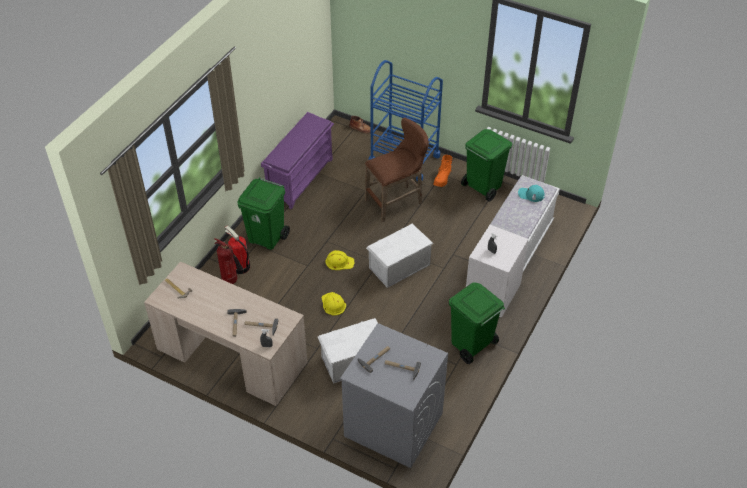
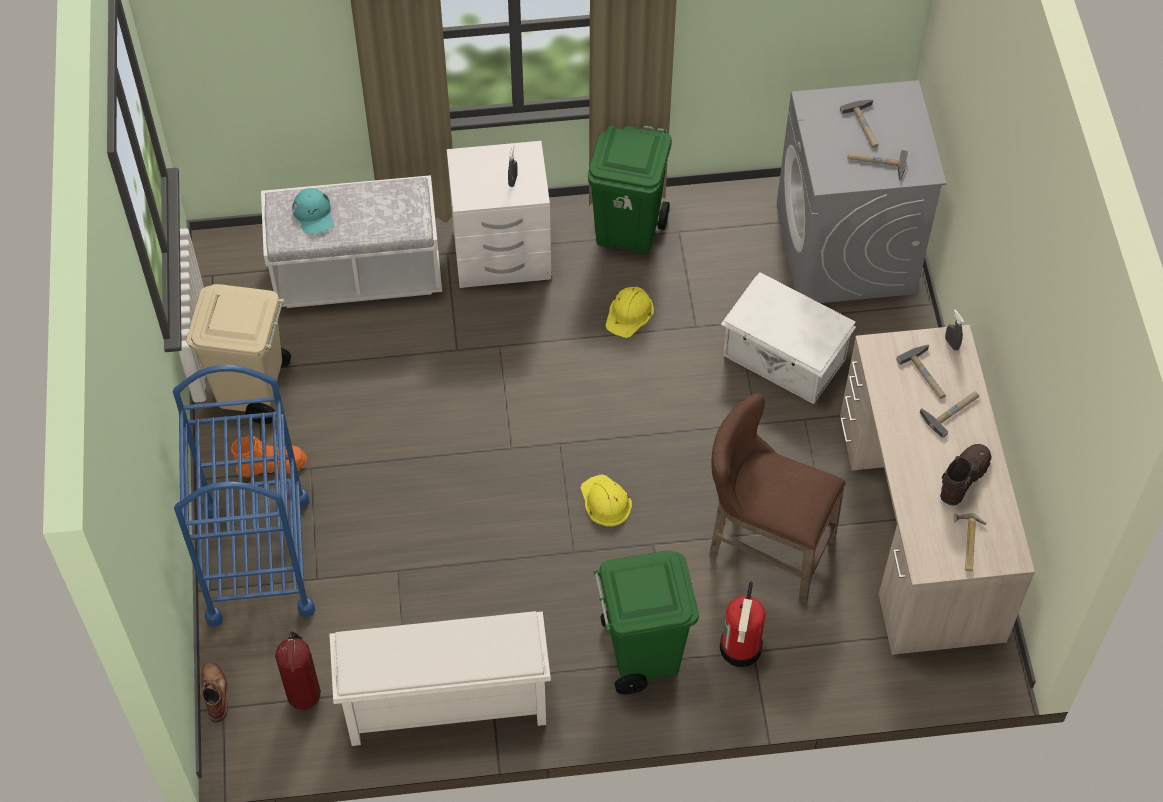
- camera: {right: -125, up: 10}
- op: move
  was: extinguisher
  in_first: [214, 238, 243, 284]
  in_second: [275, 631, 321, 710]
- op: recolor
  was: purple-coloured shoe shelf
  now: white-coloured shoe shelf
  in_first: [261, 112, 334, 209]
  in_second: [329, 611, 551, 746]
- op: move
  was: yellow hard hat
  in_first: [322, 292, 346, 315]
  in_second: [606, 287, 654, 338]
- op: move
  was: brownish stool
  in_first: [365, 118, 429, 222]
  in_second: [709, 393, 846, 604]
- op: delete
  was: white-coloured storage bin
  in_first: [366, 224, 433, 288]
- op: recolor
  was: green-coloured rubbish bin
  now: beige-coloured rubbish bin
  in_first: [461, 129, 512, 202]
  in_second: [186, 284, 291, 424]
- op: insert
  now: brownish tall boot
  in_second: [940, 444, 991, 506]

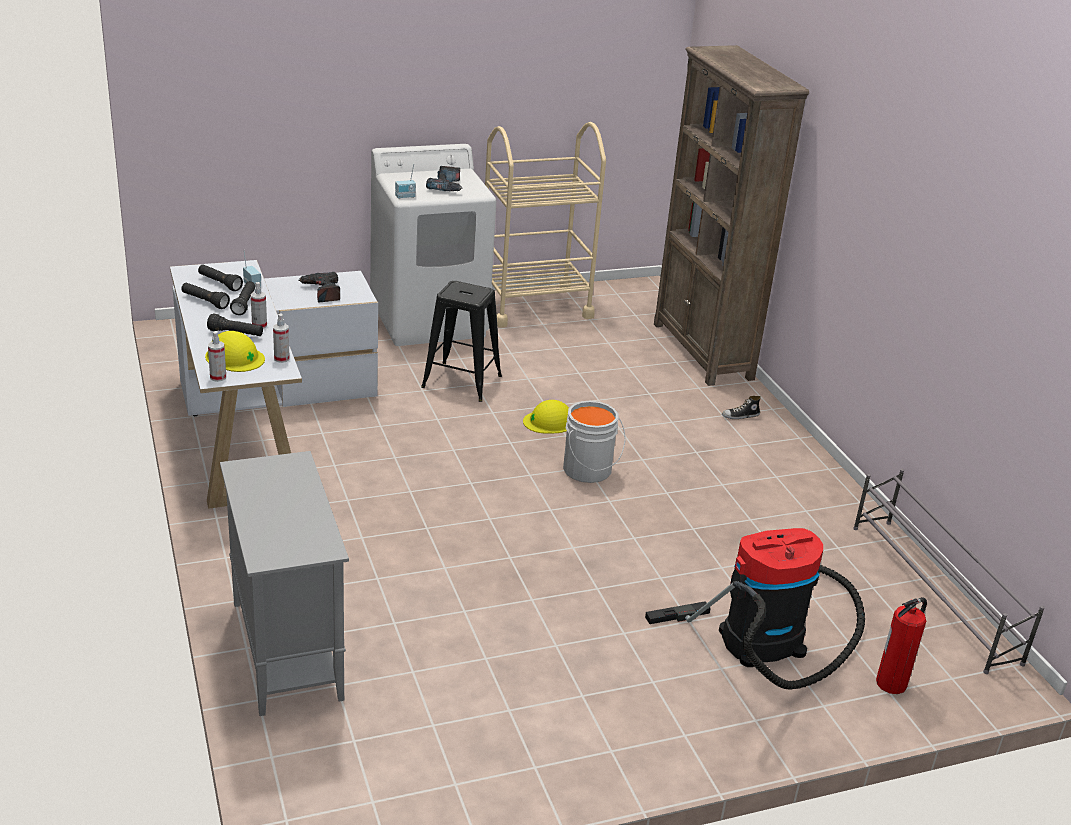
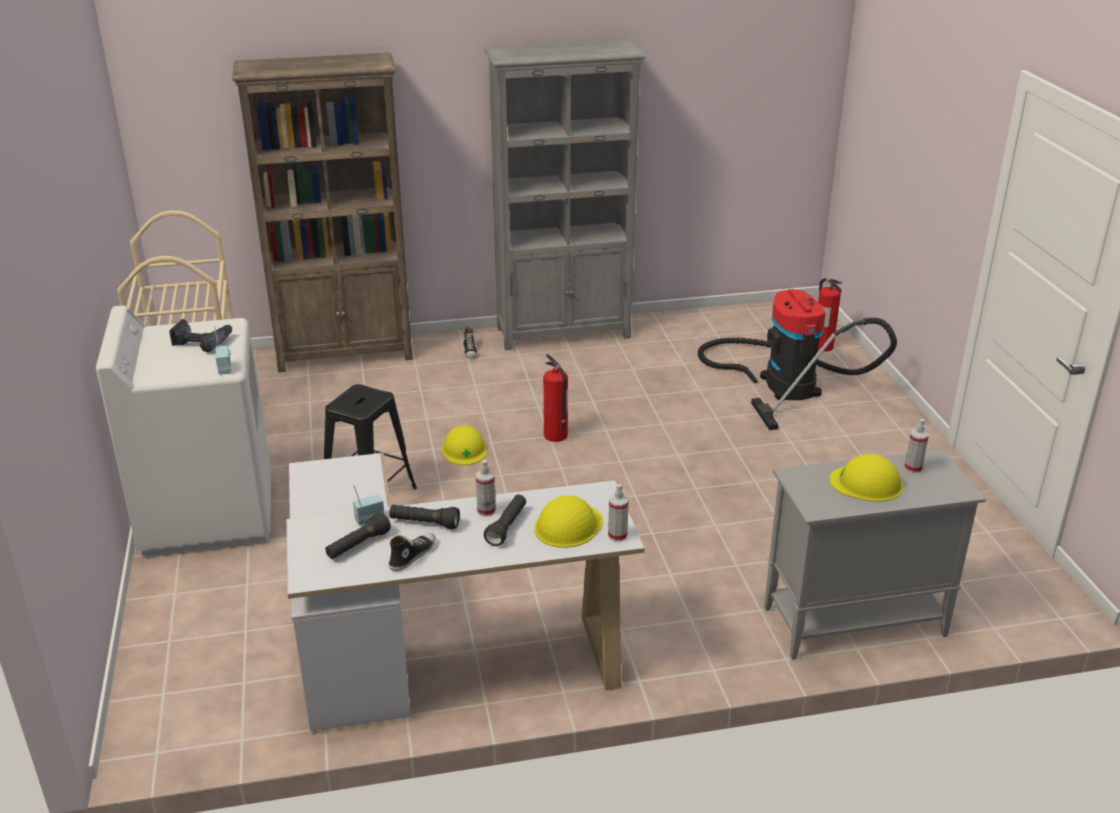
- camera: {right: -80, up: 0}
- op: replace
  was: black-coloured hand torch
  now: item of footwear
  in_first: [181, 283, 230, 309]
  in_second: [389, 533, 436, 571]
- op: move
  was: spray bottle
  in_first: [273, 313, 290, 363]
  in_second: [904, 419, 929, 473]
- op: delete
  was: electric drill
  in_first: [299, 272, 340, 303]
- op: replace
  was: greyish pail
  now: extinguisher
  in_first: [563, 401, 626, 483]
  in_second: [543, 354, 568, 442]
- op: delete
  was: greyish shoe shelf
  in_first: [853, 469, 1045, 674]
- op: insert
  now: greyish bookcase
  in_second: [484, 40, 646, 350]
- op: insert
  now: yellow hard hat
  in_second: [829, 454, 903, 502]

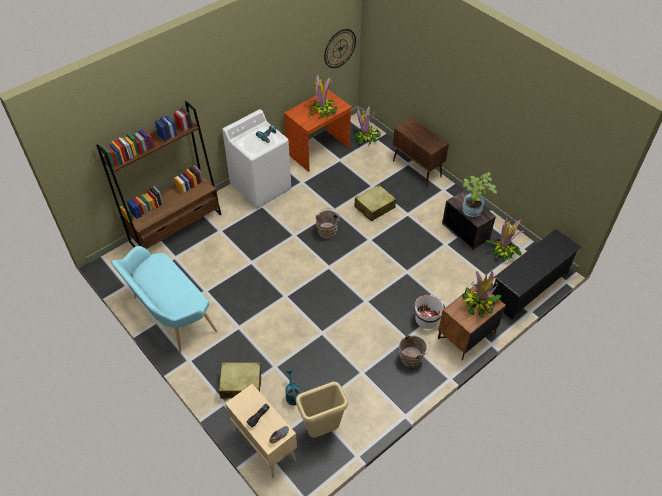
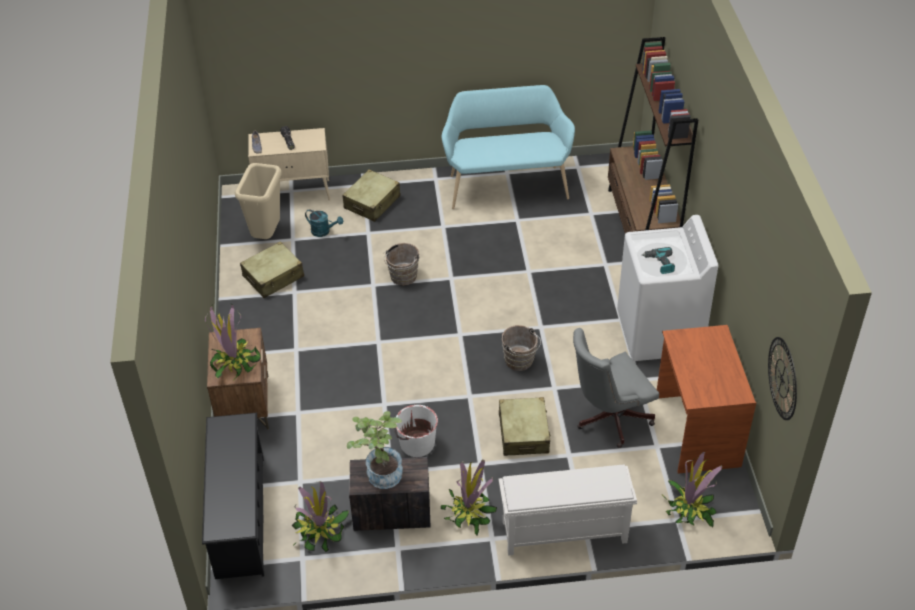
- camera: {right: 125, up: -5}
- op: move
  was: houseplant
  in_first: [309, 73, 337, 118]
  in_second: [441, 459, 497, 535]
- op: replace
  was: brownish cabinet
  now: white-coloured shoe shelf
  in_first: [393, 118, 449, 187]
  in_second: [499, 465, 637, 556]
- op: move
  was: brownish pail
  in_first: [399, 334, 430, 368]
  in_second: [384, 243, 420, 286]
- op: move
  was: white-coloured pail
  in_first: [414, 295, 445, 329]
  in_second: [394, 405, 438, 457]
- op: insert
  now: beige-coloured piece of luggage
  in_second: [240, 241, 304, 298]
- op: insert
  now: greyish desk chair
  in_second: [573, 328, 659, 448]

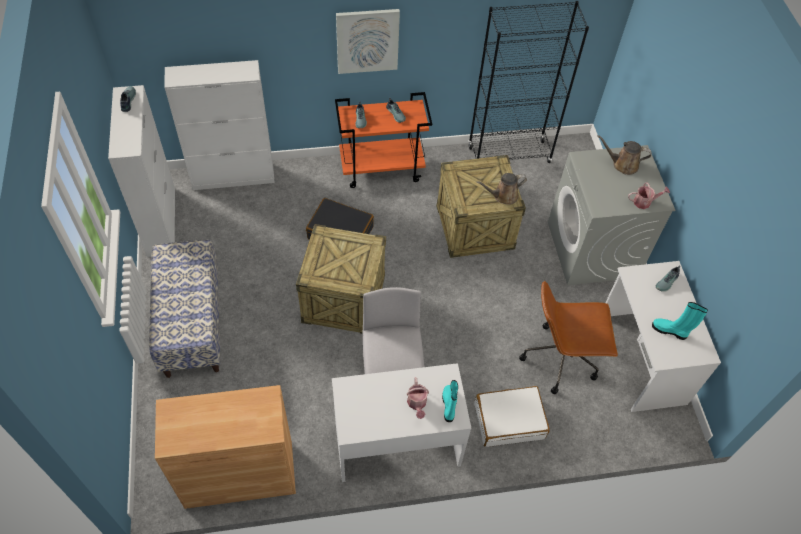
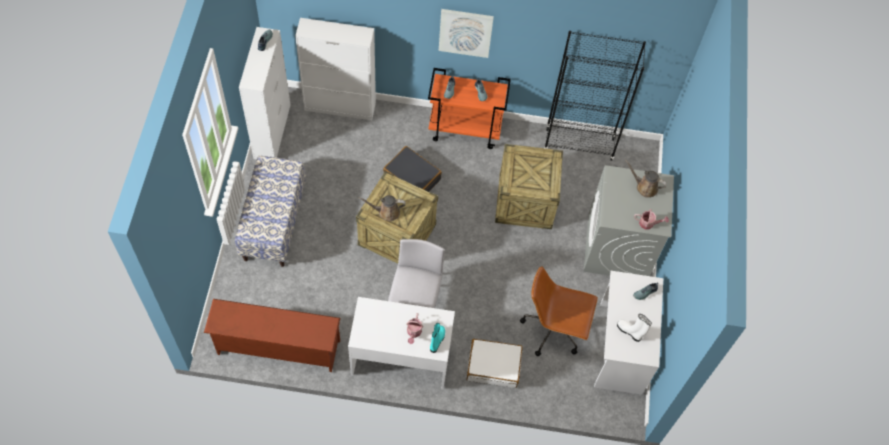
- camera: {right: 15, up: 5}
- op: replace
  was: brownish cabinet
  now: brownish shoe shelf
  in_first: [155, 385, 296, 509]
  in_second: [204, 299, 340, 372]
- op: move
  was: brownish watering can
  in_first: [477, 173, 527, 205]
  in_second: [358, 195, 406, 221]
- op: recolor
  was: turquoise tall boot
  now: white-coloured tall boot
  in_first: [652, 302, 708, 340]
  in_second: [617, 314, 652, 342]

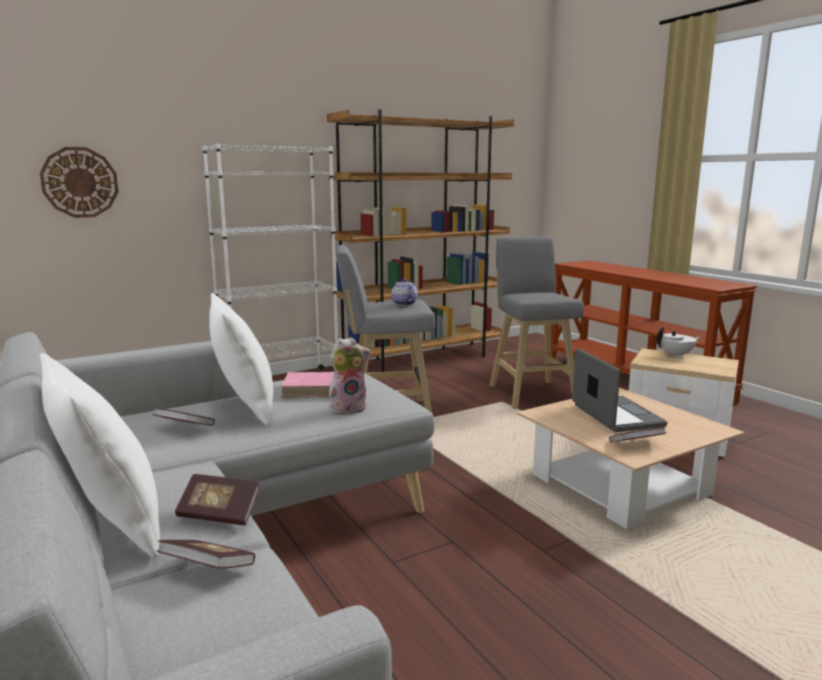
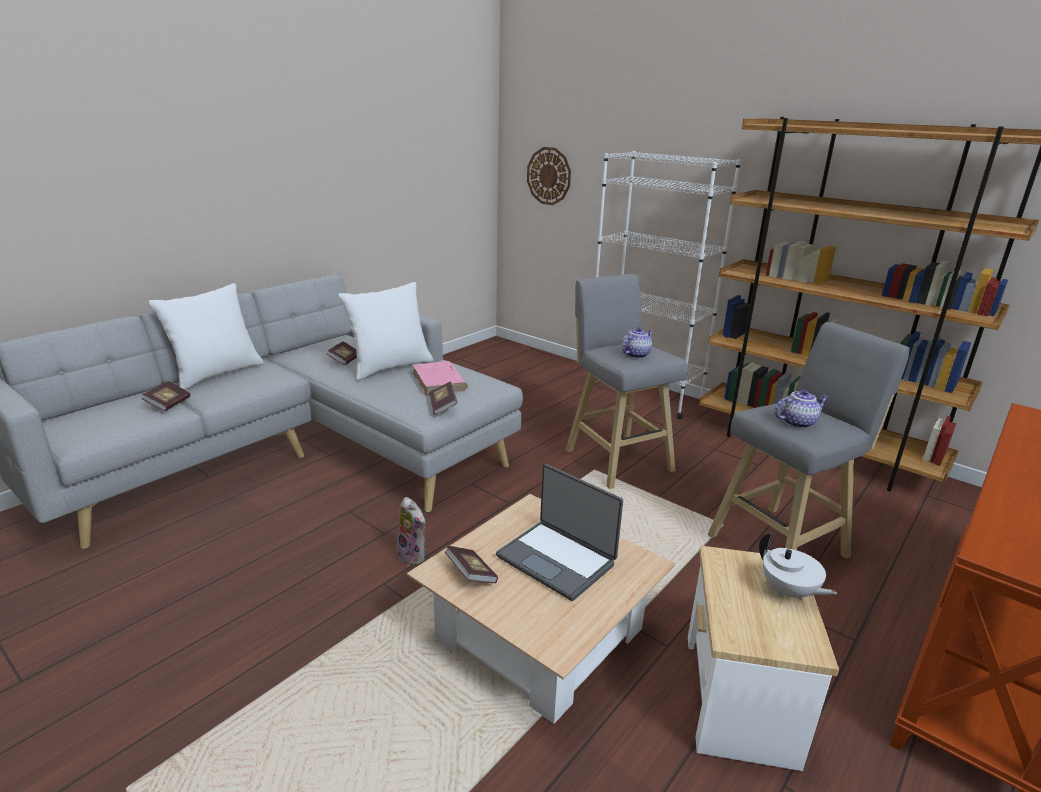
- camera: {right: 70, up: 10}
- op: move
  was: bound book
  in_first: [175, 474, 260, 525]
  in_second: [429, 381, 457, 415]
- op: move
  was: plush toy
  in_first: [329, 337, 371, 415]
  in_second: [397, 497, 426, 566]
- op: rotate
  was: portable computer
  in_first: [572, 348, 668, 432]
  in_second: [496, 464, 623, 601]
  clockwise: 75
- op: insert
  now: teapot
  in_second: [774, 390, 829, 428]

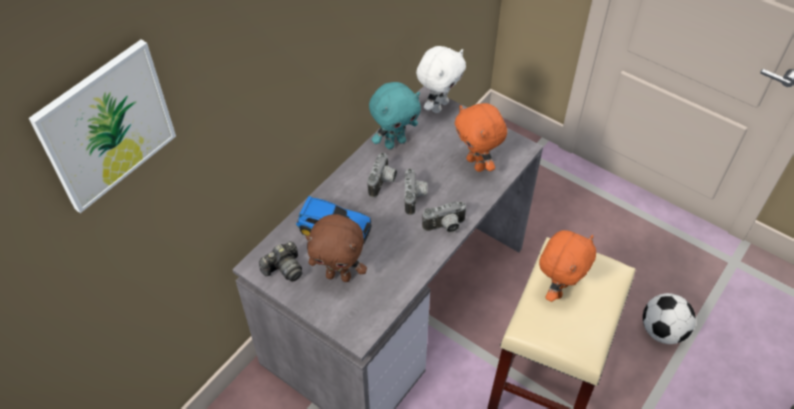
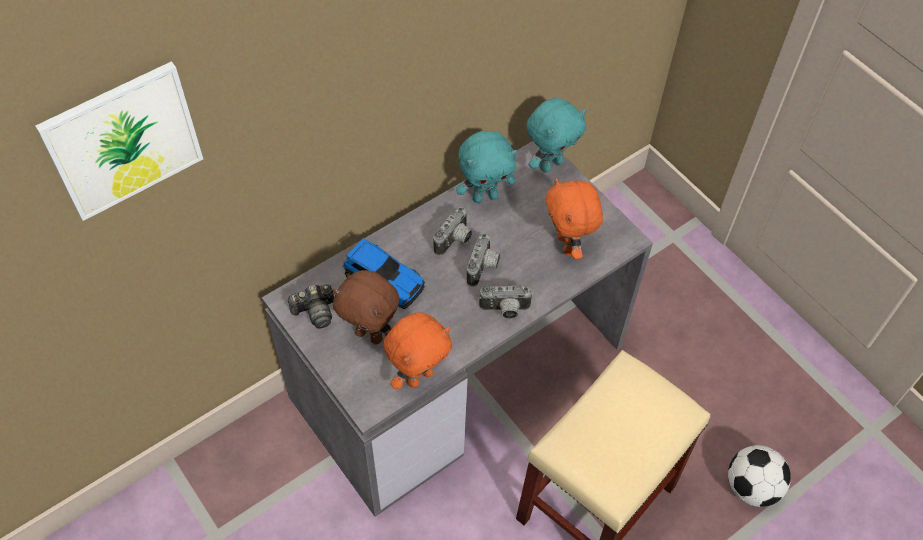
- camera: {right: 15, up: 5}
- op: recolor
  was: white-coloured plush toy
  now: turquoise plush toy
  in_first: [416, 46, 466, 113]
  in_second: [527, 98, 586, 173]
- op: move
  was: orange-coloured plush toy
  in_first: [539, 230, 596, 302]
  in_second: [384, 312, 452, 389]

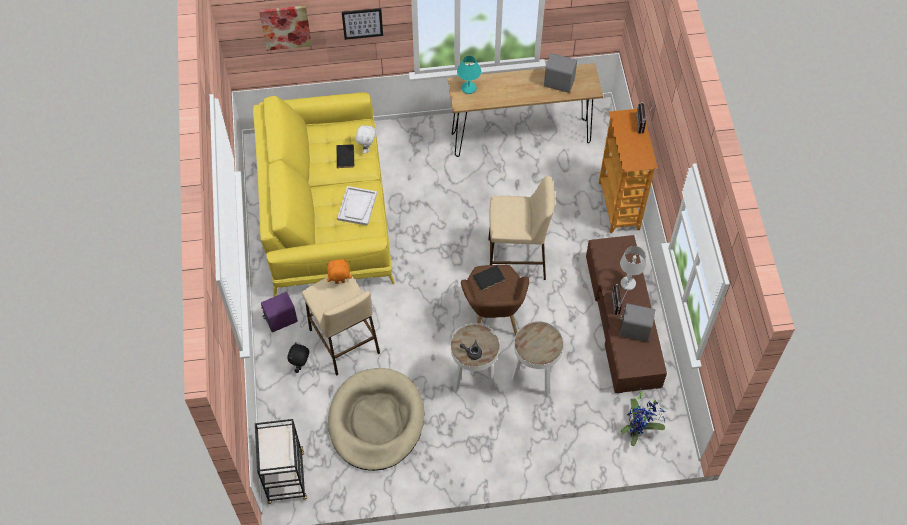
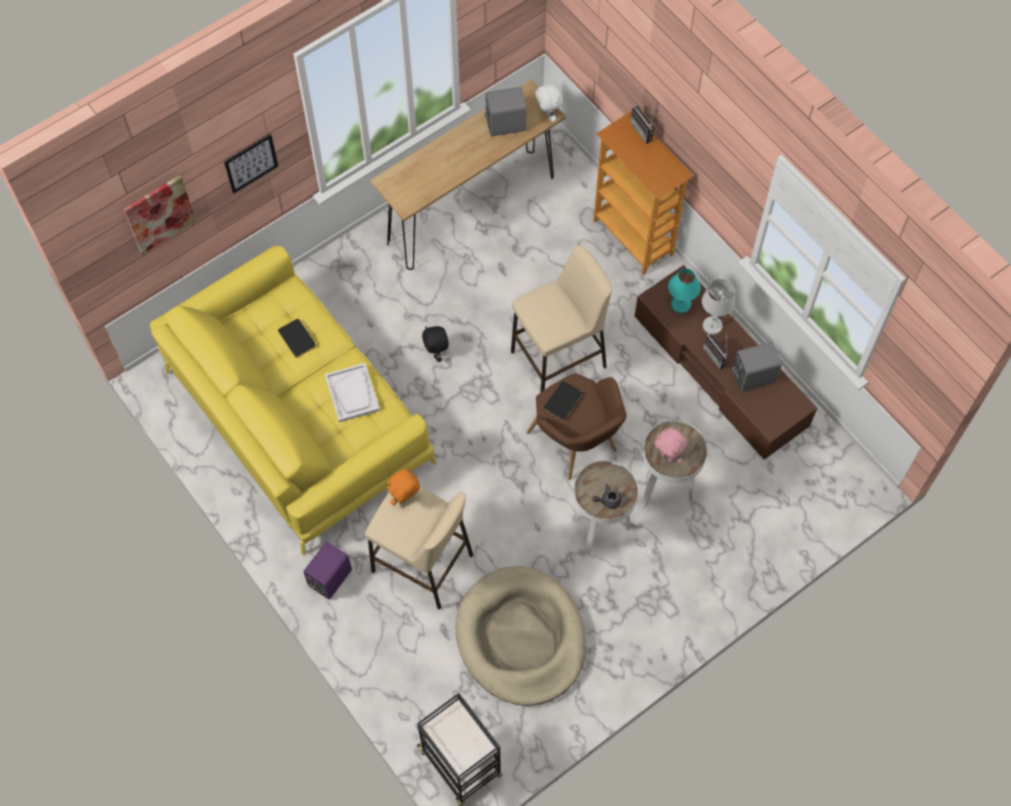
- camera: {right: -30, up: 5}
- op: move
  was: black-coloured plush toy
  in_first: [288, 342, 309, 373]
  in_second: [422, 326, 449, 362]
- op: move
  was: white-coloured plush toy
  in_first: [356, 124, 376, 154]
  in_second: [535, 80, 563, 122]
- op: move
  was: turquoise lamp for a table
  in_first: [457, 56, 481, 94]
  in_second: [668, 269, 701, 313]
- op: delete
  was: houseplant
  in_first: [621, 391, 665, 446]
- op: insert
  now: pink plush toy
  in_second: [655, 428, 687, 464]

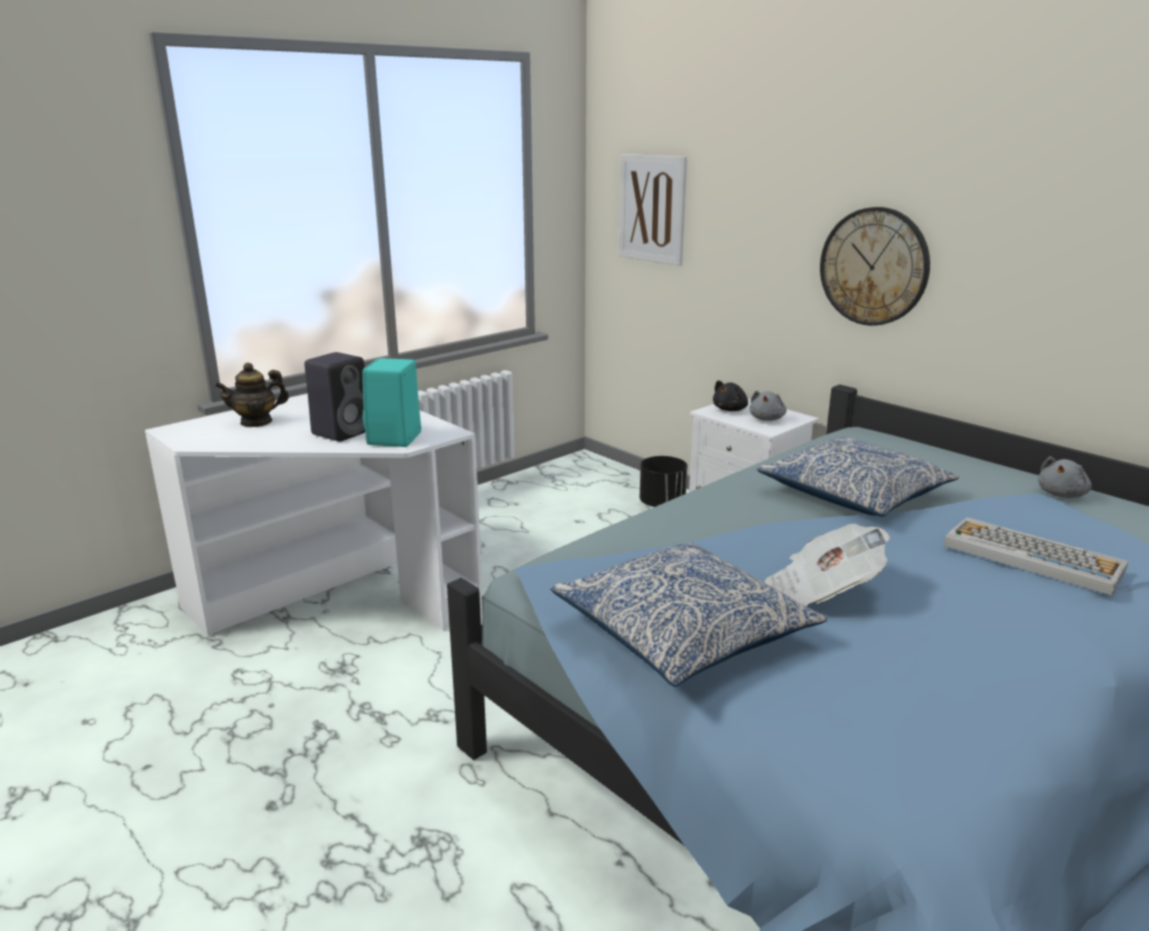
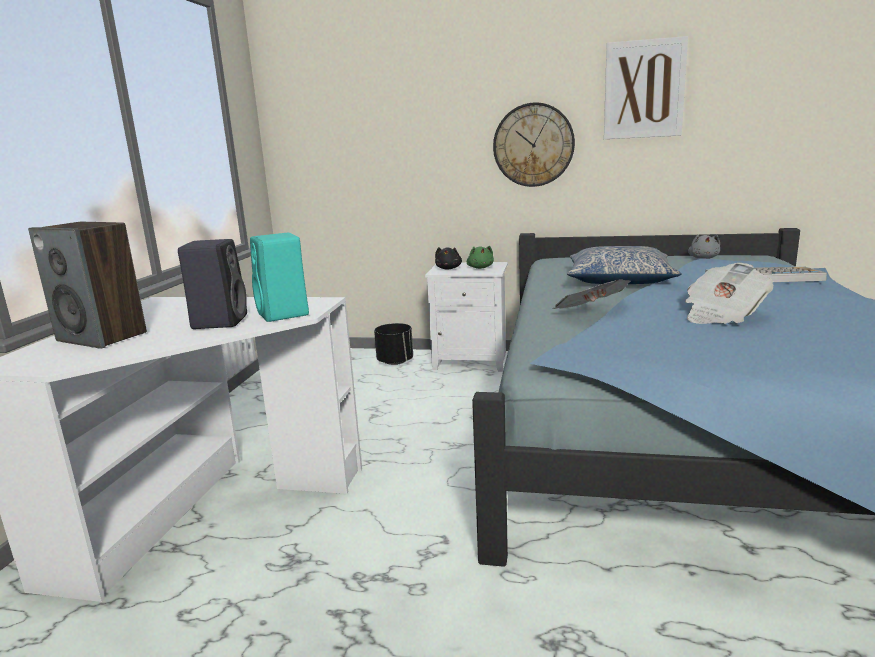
- camera: {right: -35, up: -5}
- op: replace
  was: teapot
  now: audio speaker
  in_first: [215, 362, 289, 427]
  in_second: [28, 222, 147, 349]
- op: delete
  was: pillow
  in_first: [550, 542, 827, 687]
- op: move
  was: wall art
  in_first: [619, 154, 687, 266]
  in_second: [604, 36, 688, 139]
- op: recolor
  was: greyish plush toy
  now: green-coloured plush toy
  in_first: [750, 390, 787, 421]
  in_second: [467, 246, 494, 269]
- op: insert
  now: newspaper
  in_second: [552, 279, 631, 309]

